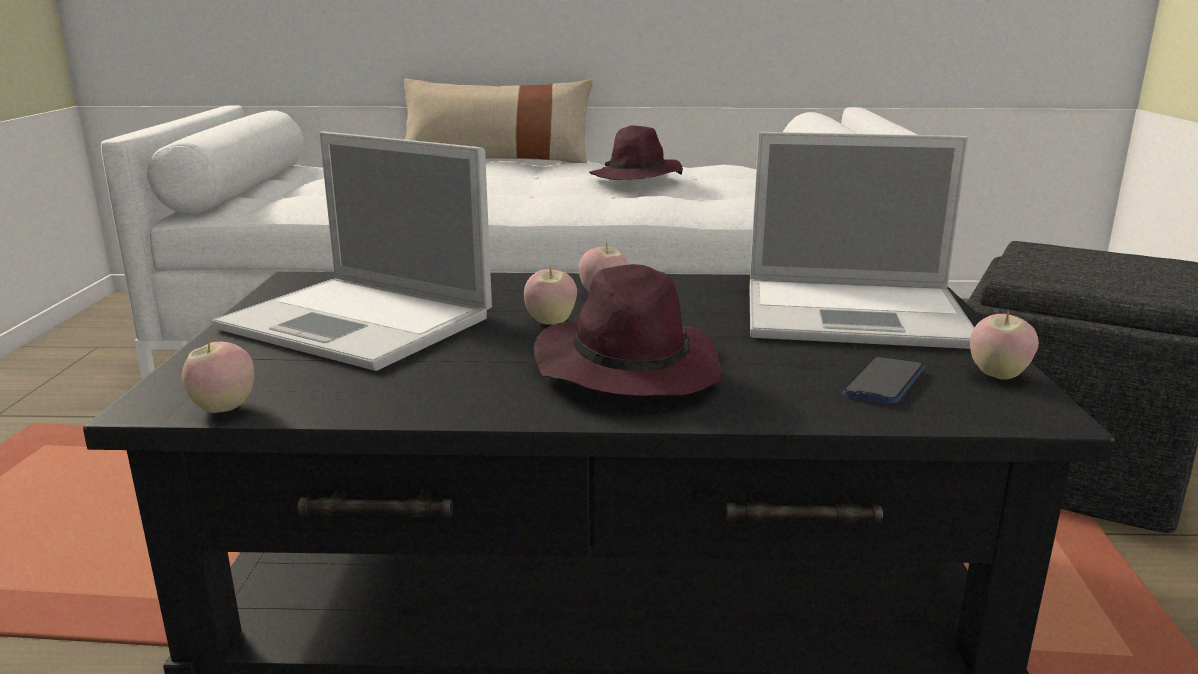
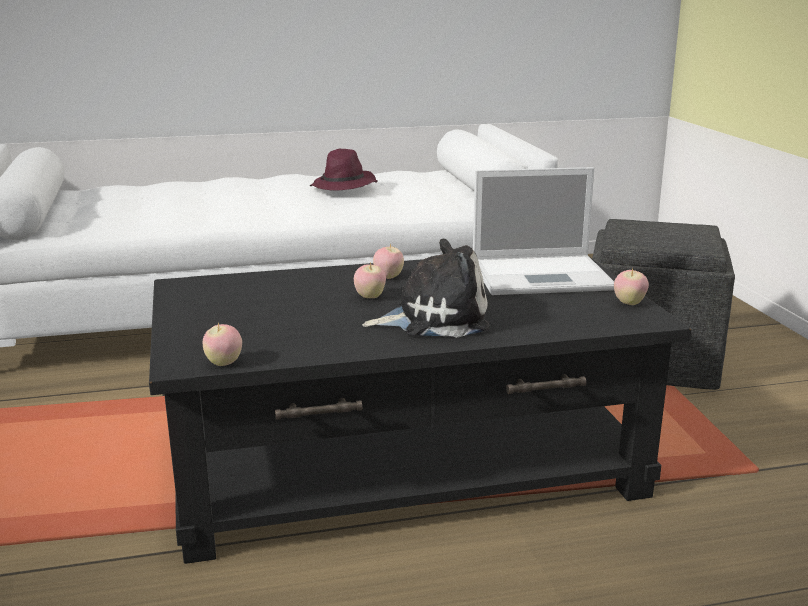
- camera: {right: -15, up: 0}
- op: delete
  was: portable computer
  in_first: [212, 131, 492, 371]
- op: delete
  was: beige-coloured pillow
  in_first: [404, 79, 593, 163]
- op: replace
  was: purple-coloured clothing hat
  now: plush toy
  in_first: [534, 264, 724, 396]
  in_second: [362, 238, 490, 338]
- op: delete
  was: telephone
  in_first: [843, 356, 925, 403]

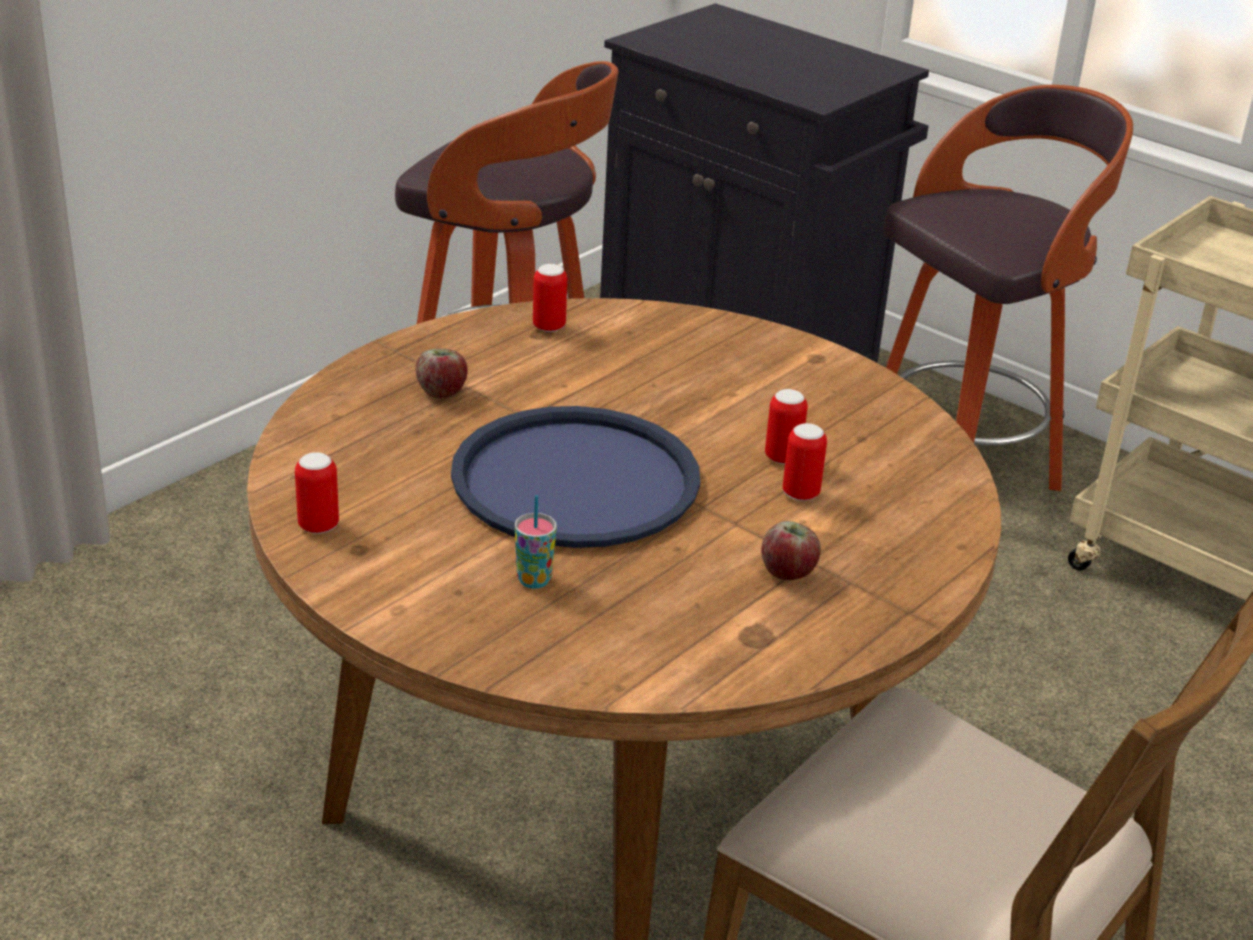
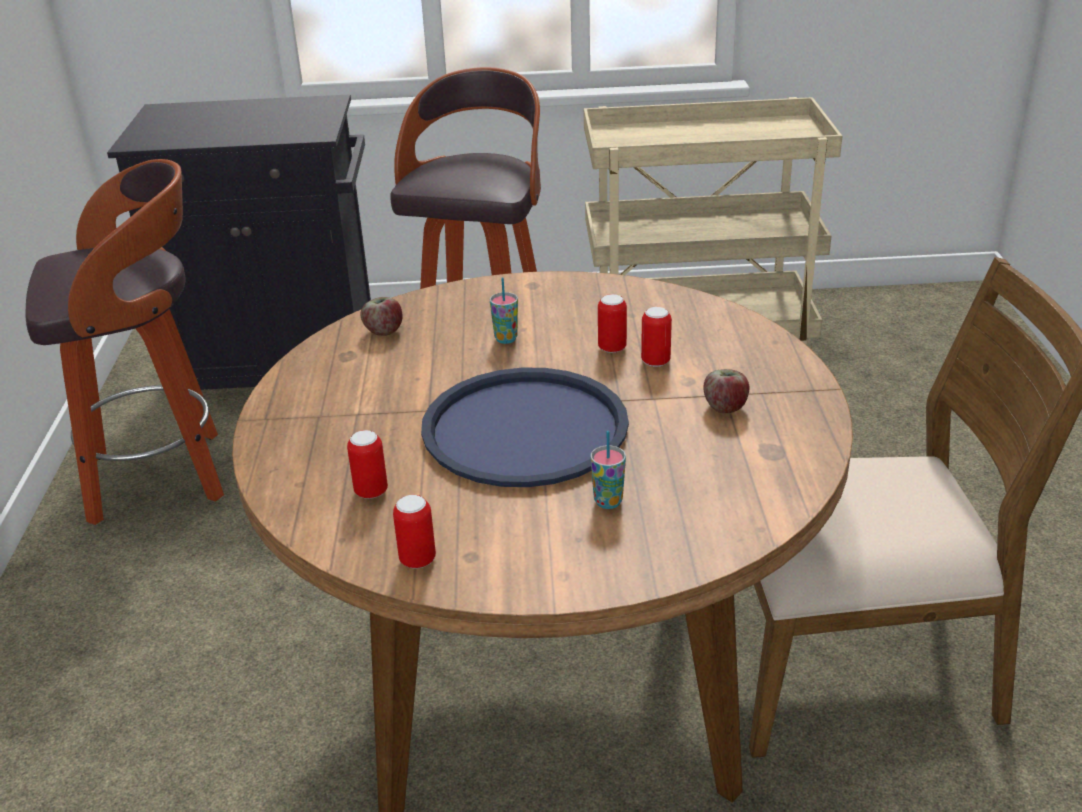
- camera: {right: -40, up: 0}
- op: move
  was: whole apple
  in_first: [416, 349, 468, 398]
  in_second: [360, 297, 403, 336]
- op: move
  was: can
  in_first: [533, 264, 567, 332]
  in_second: [347, 430, 388, 499]
- op: insert
  now: drinking cup
  in_second: [490, 277, 518, 344]

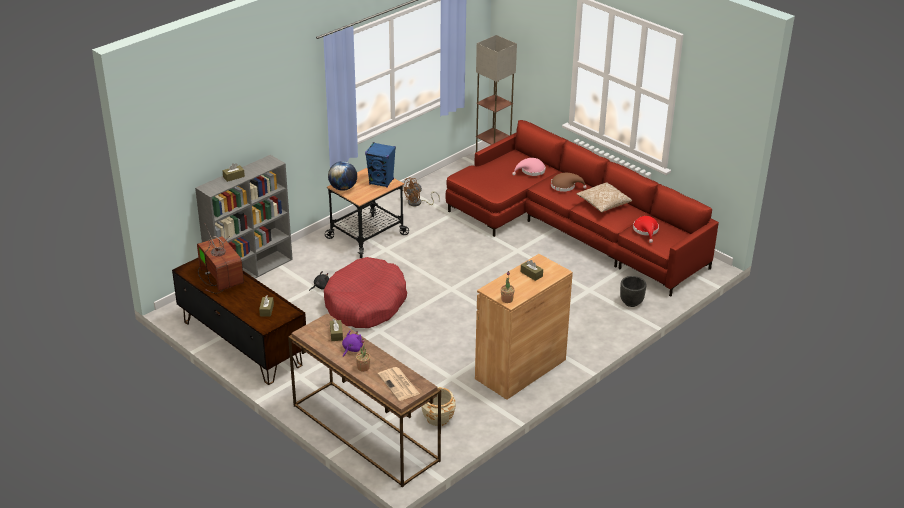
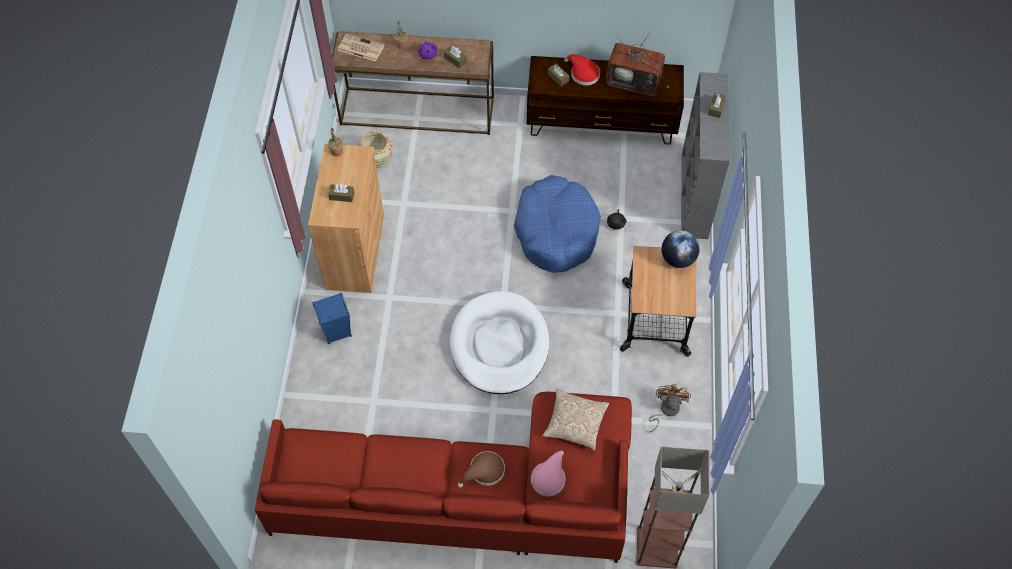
- camera: {right: 140, up: 25}
- op: recolor
  was: red-coloured dog bed
  now: bluish dog bed
  in_first: [324, 257, 407, 328]
  in_second: [514, 175, 601, 273]
- op: move
  was: bluish audio speaker
  in_first: [365, 142, 396, 188]
  in_second: [312, 293, 352, 344]
- op: move
  was: pillow
  in_first: [577, 182, 632, 213]
  in_second: [542, 389, 609, 451]
- op: delete
  was: black-coloured planter
  in_first: [620, 276, 646, 307]
- op: move
  was: red-coloured clothing hat
  in_first: [633, 216, 659, 243]
  in_second: [564, 54, 600, 86]
- op: insert
  now: white-coloured dog bed
  in_second: [450, 291, 549, 394]

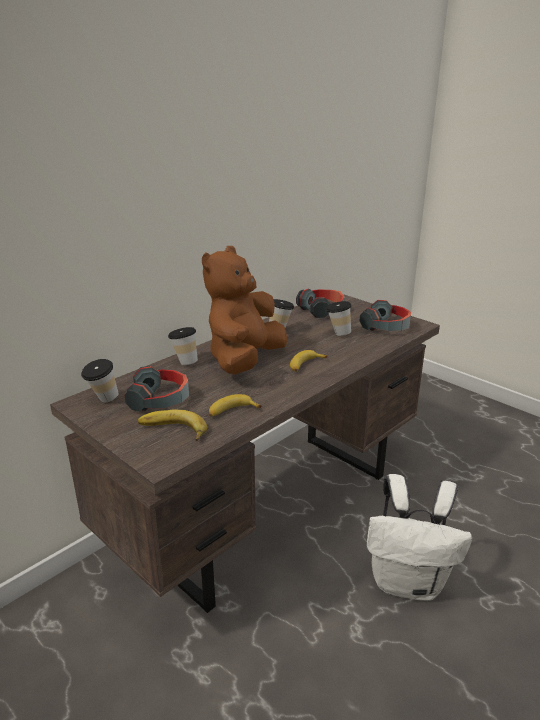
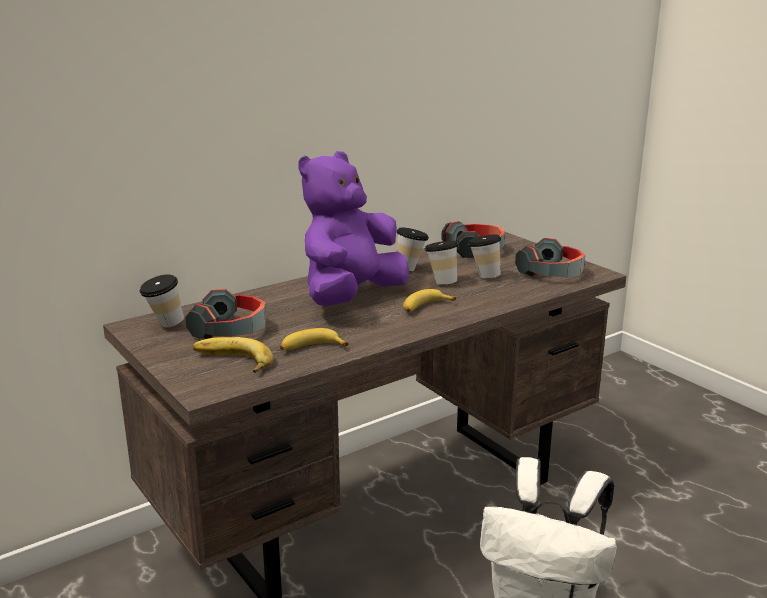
- camera: {right: 10, up: -5}
- op: move
  was: drinking cup
  in_first: [168, 327, 198, 365]
  in_second: [424, 241, 458, 285]
- op: recolor
  was: brownish plush toy
  now: purple-coloured plush toy
  in_first: [202, 246, 288, 374]
  in_second: [298, 151, 409, 306]

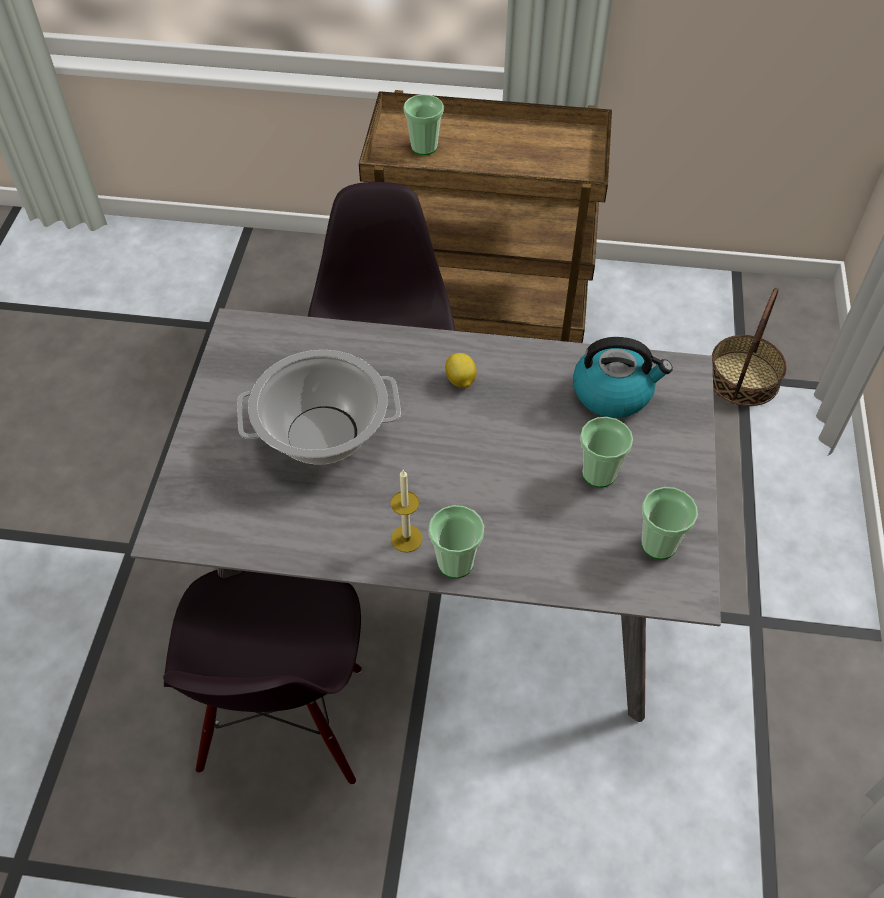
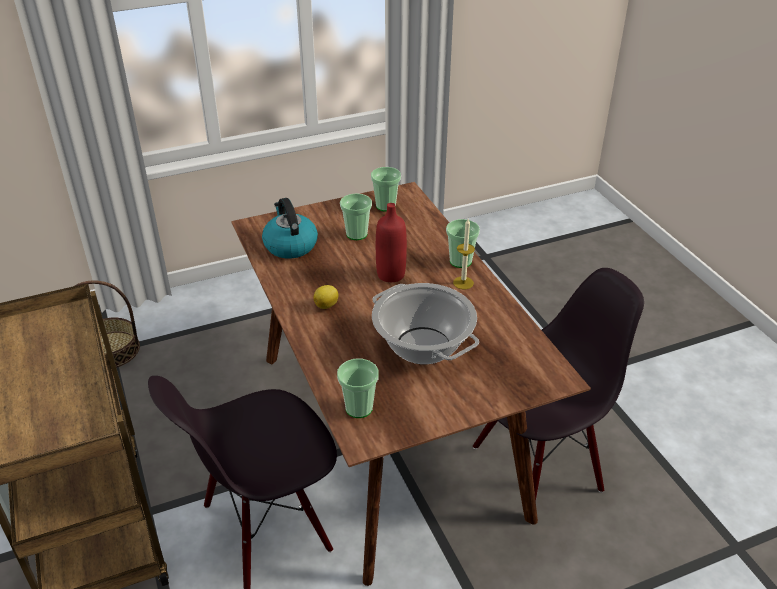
- camera: {right: -120, up: -15}
- op: recolor
  was: greyish dinner table
  now: brownish dinner table
  in_first: [130, 308, 721, 722]
  in_second: [231, 182, 591, 586]
- op: move
  was: drinking cup
  in_first: [403, 94, 444, 155]
  in_second: [337, 359, 379, 418]
- op: insert
  now: red-coloured drink bottle
  in_second: [376, 203, 407, 282]

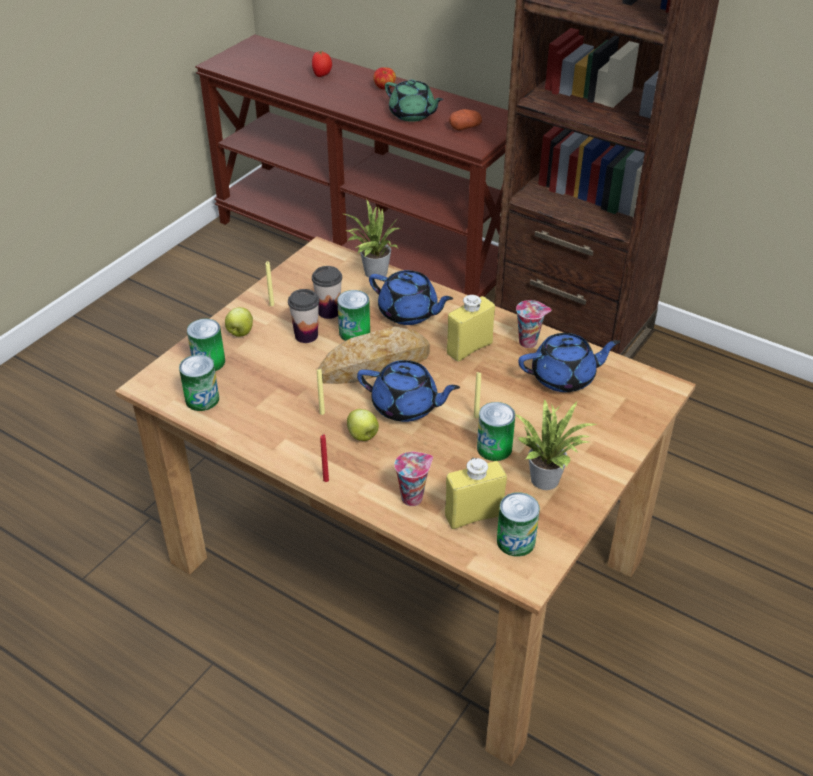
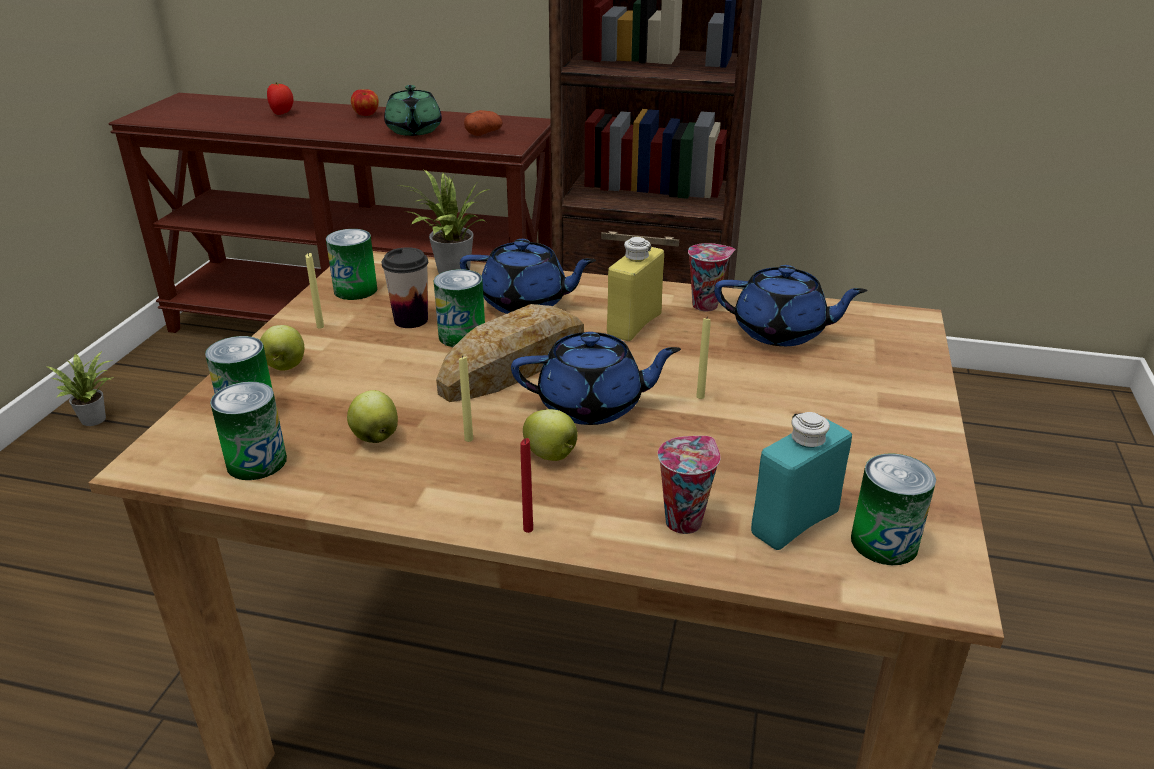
- camera: {right: -20, up: -10}
- op: delete
  was: drinking cup
  in_first: [288, 289, 319, 343]
- op: rotate
  was: green-coloured teapot
  in_first: [385, 79, 444, 122]
  in_second: [384, 85, 442, 136]
  clockwise: 60
- op: recolor
  was: yellow drink bottle
  now: turquoise drink bottle
  in_first: [445, 458, 507, 529]
  in_second: [751, 412, 852, 550]
- op: move
  was: can
  in_first: [477, 402, 515, 461]
  in_second: [326, 229, 377, 300]
- op: move
  was: houseplant
  in_first: [515, 399, 598, 490]
  in_second: [45, 351, 114, 426]
- op: rotate
  was: bluish teapot
  in_first: [518, 333, 620, 392]
  in_second: [714, 265, 868, 346]
  clockwise: 45
- op: insert
  now: whole apple
  in_second: [347, 390, 398, 443]

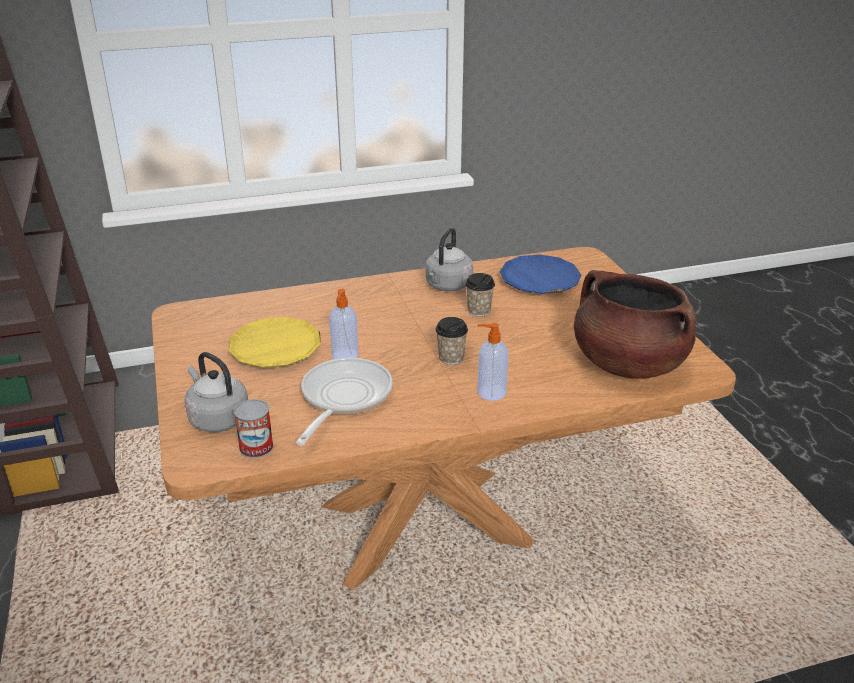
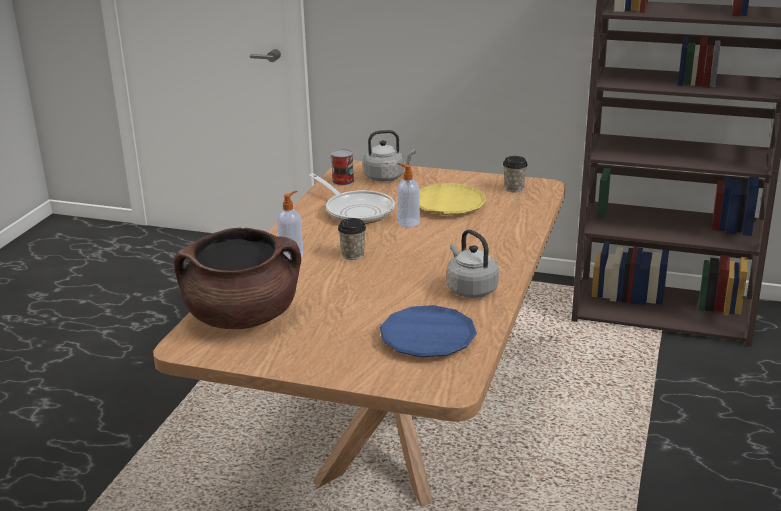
- camera: {right: 125, up: -5}
- op: move
  was: drinking cup
  in_first: [465, 273, 495, 317]
  in_second: [503, 156, 528, 192]

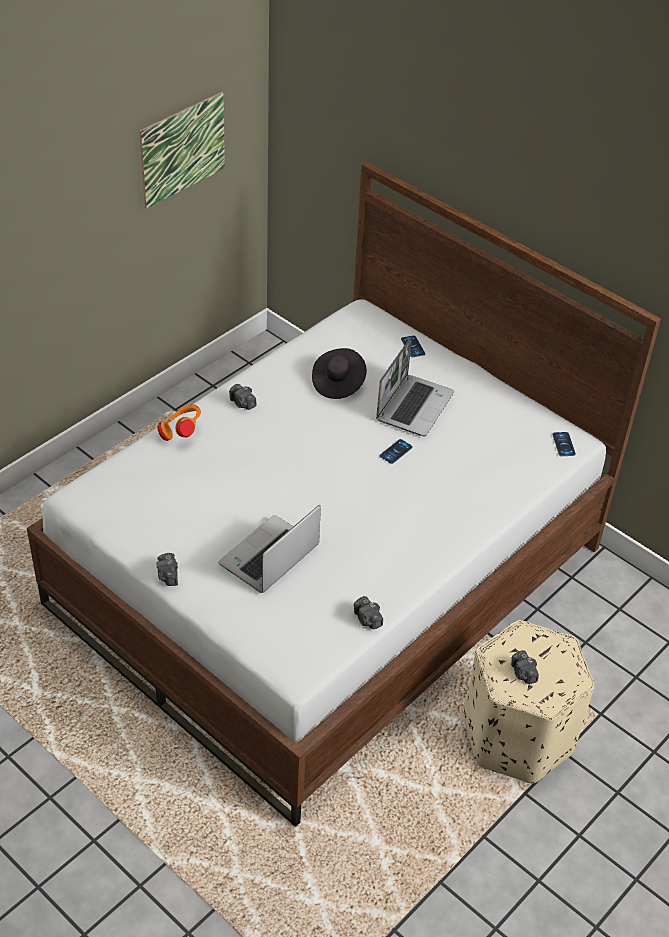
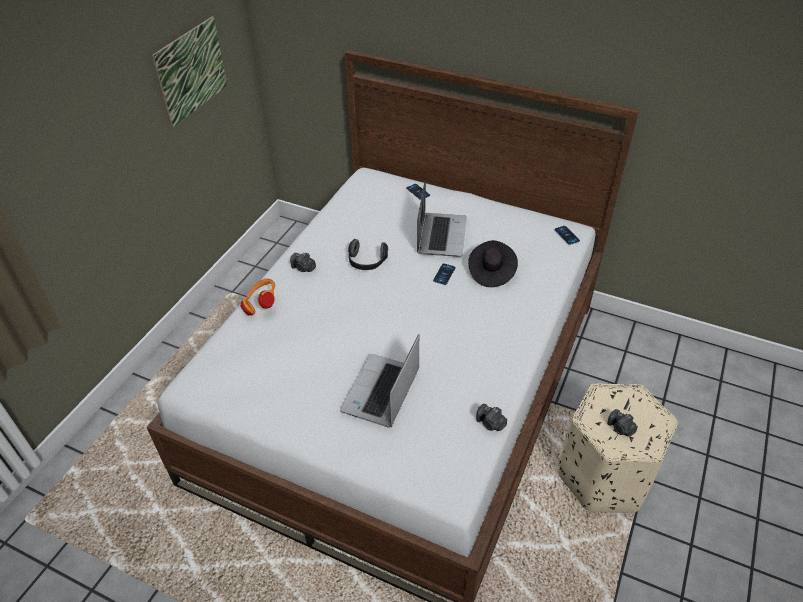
- camera: {right: -15, up: 0}
- op: delete
  was: still camera
  in_first: [156, 553, 178, 586]
- op: move
  was: black-coloured clothing hat
  in_first: [312, 348, 367, 399]
  in_second: [468, 240, 518, 287]
- op: insert
  now: headset
  in_second: [348, 239, 388, 270]

